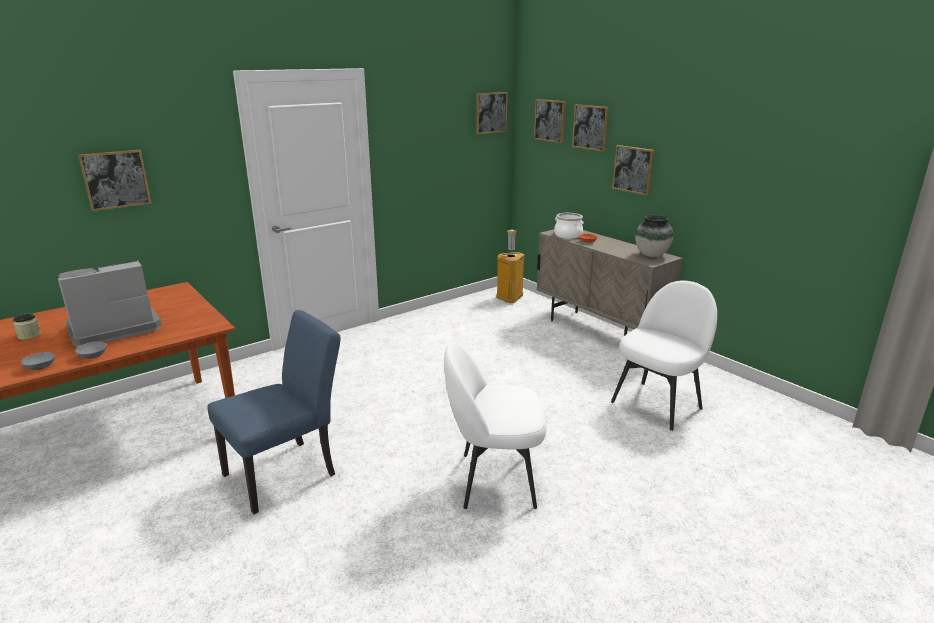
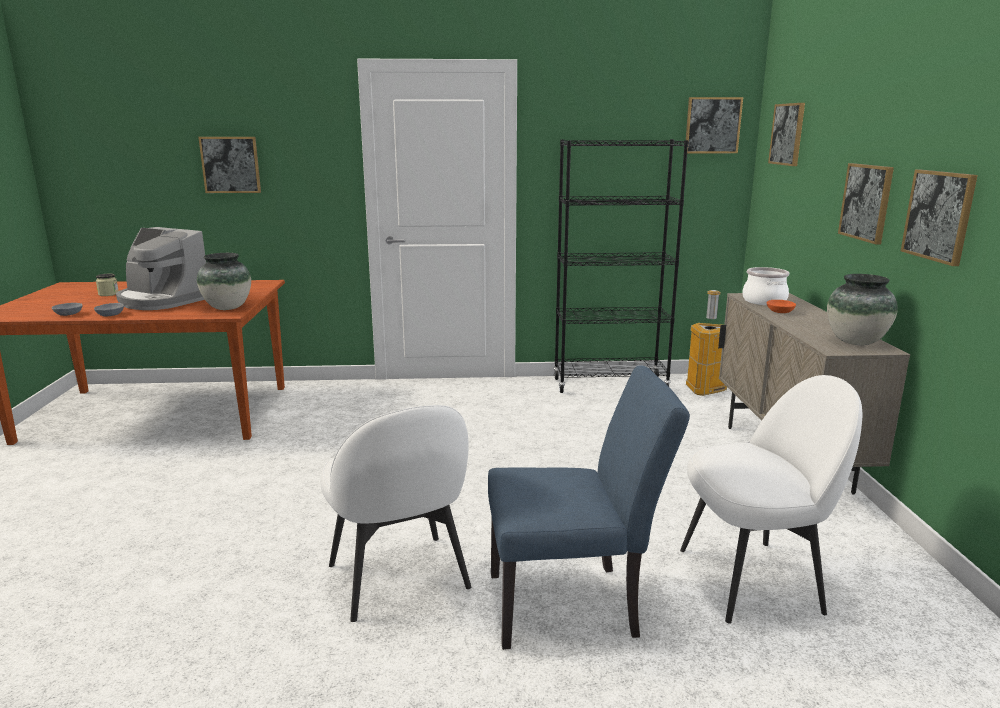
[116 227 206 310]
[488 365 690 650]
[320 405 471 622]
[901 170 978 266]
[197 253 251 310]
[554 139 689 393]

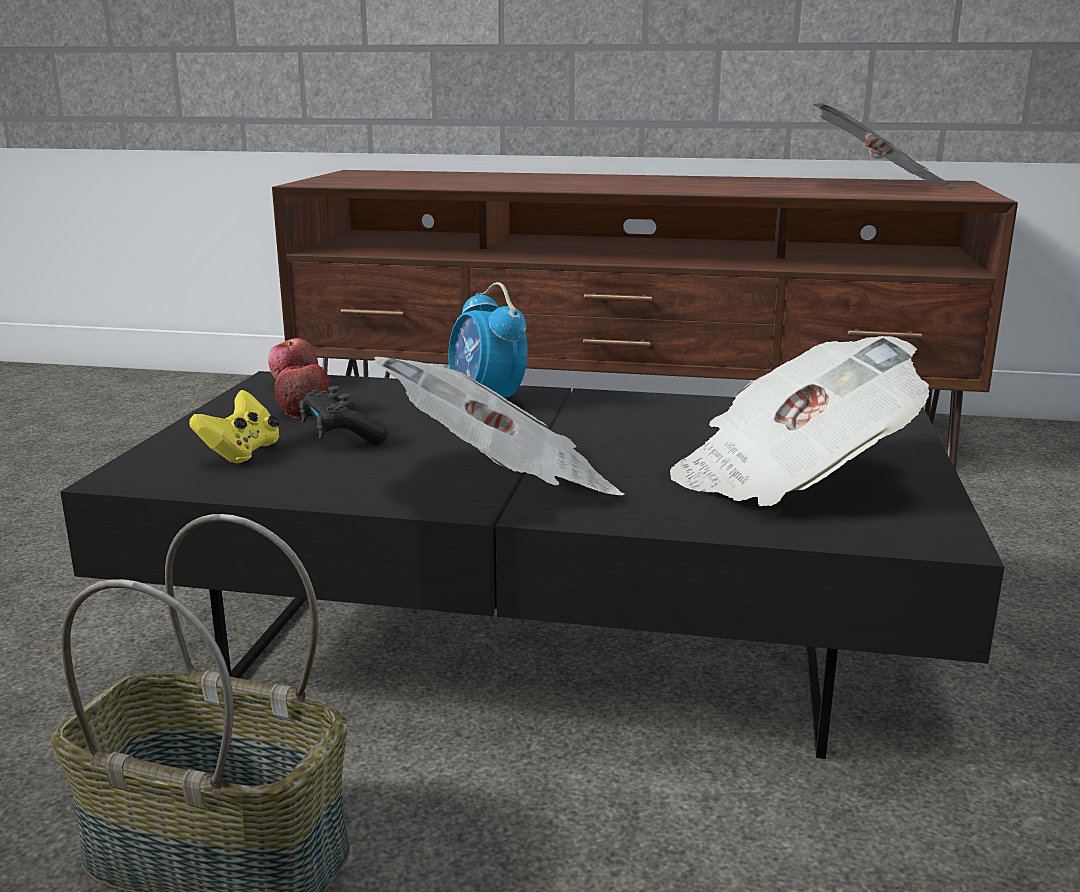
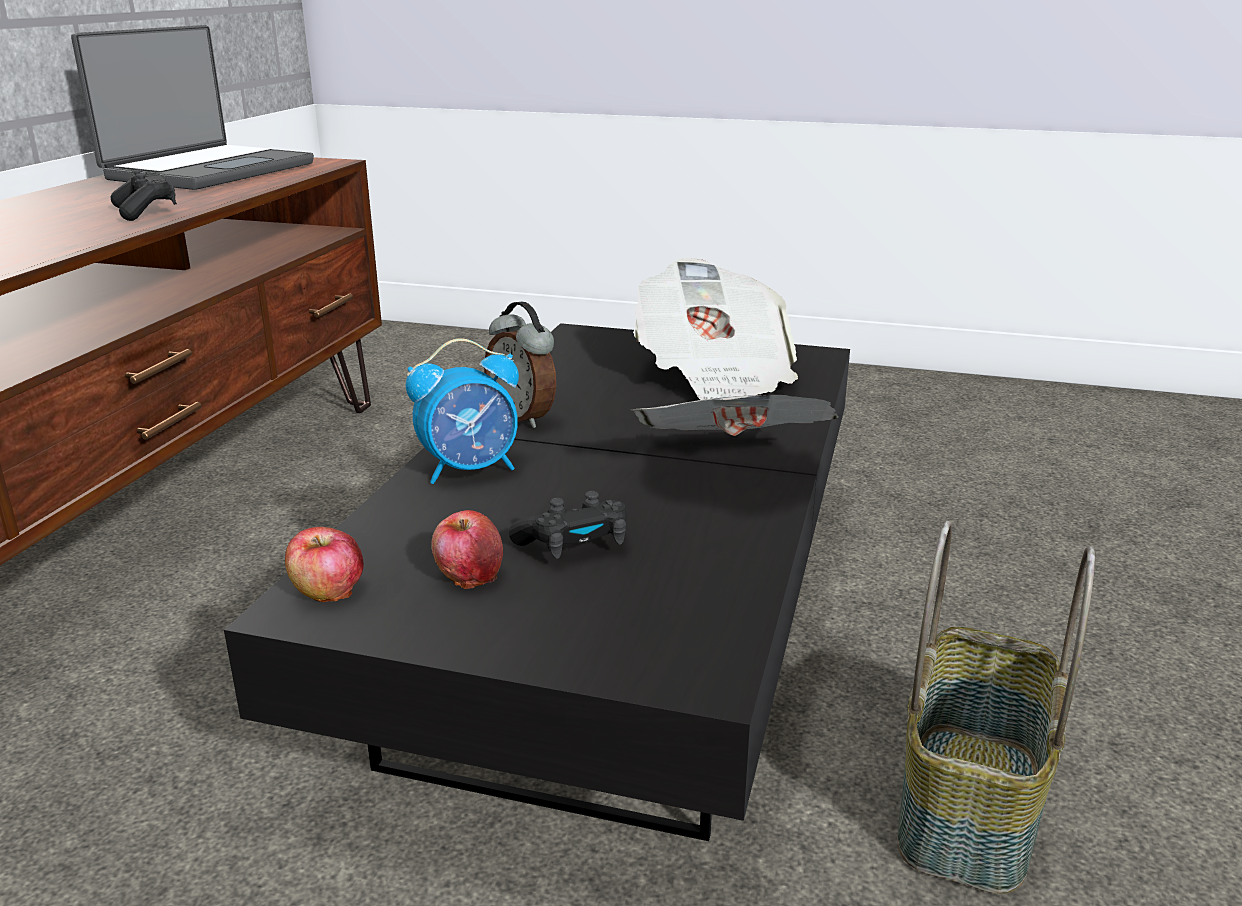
[189 390 279 464] (first image)
[71 25 314 190]
[111 169 177 221]
[484 302 556 428]

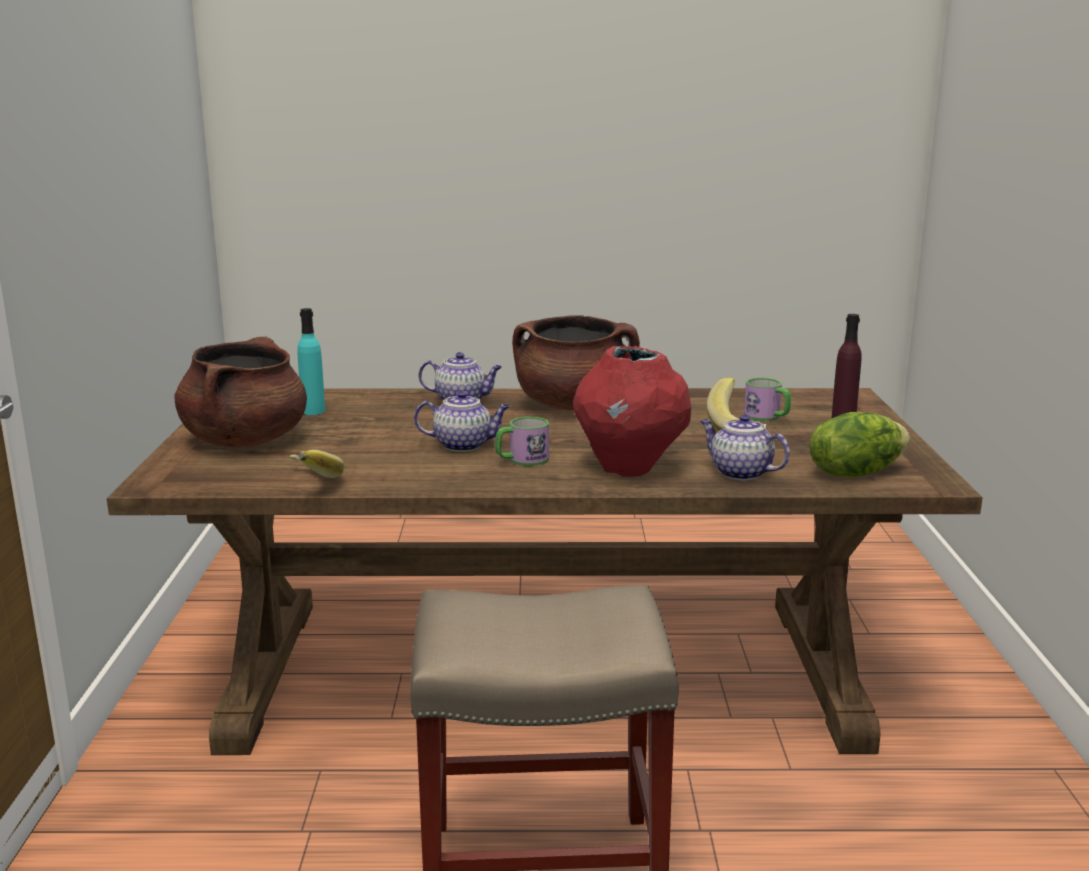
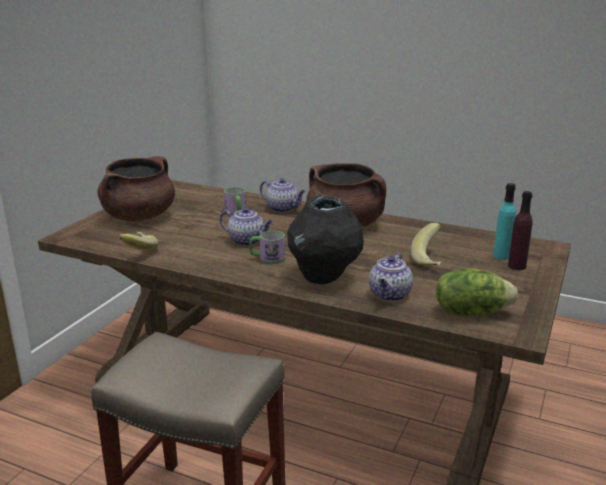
[493 183 516 260]
[287 196 364 284]
[369 253 413 301]
[224 187 246 215]

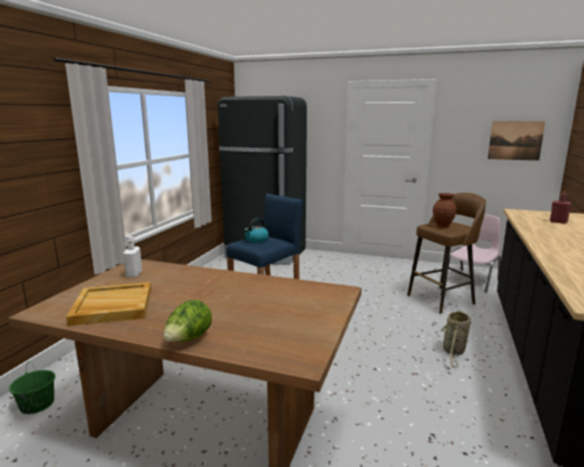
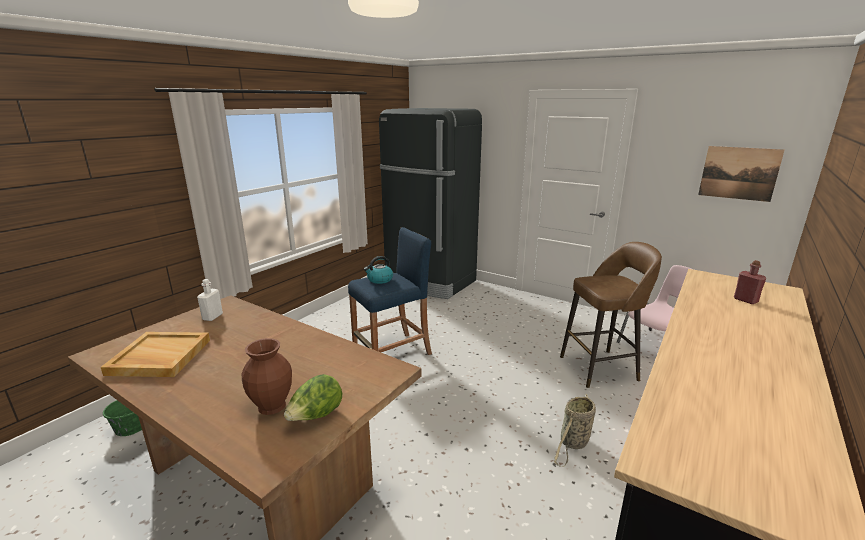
[284 374 342 421]
[242 338 292 415]

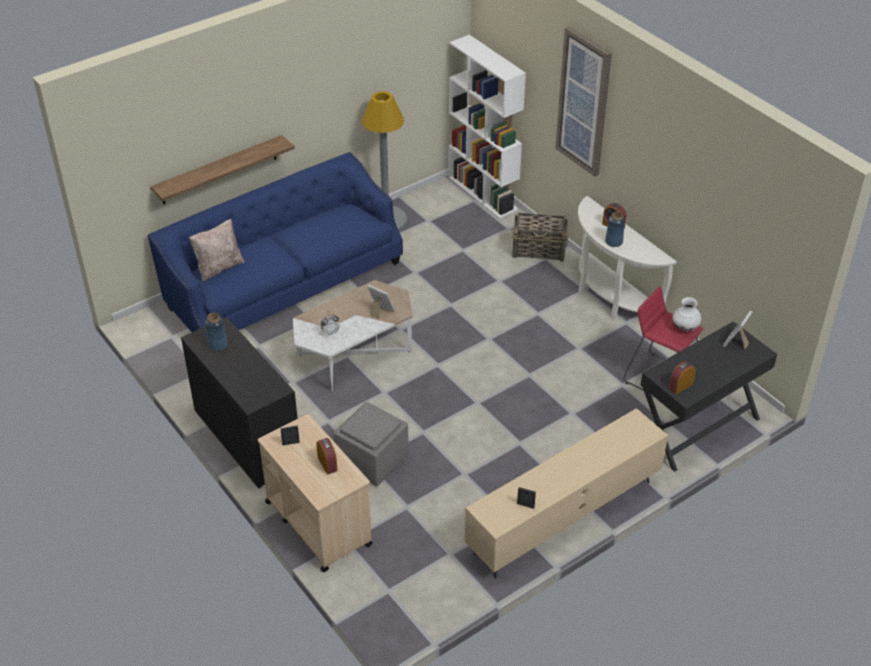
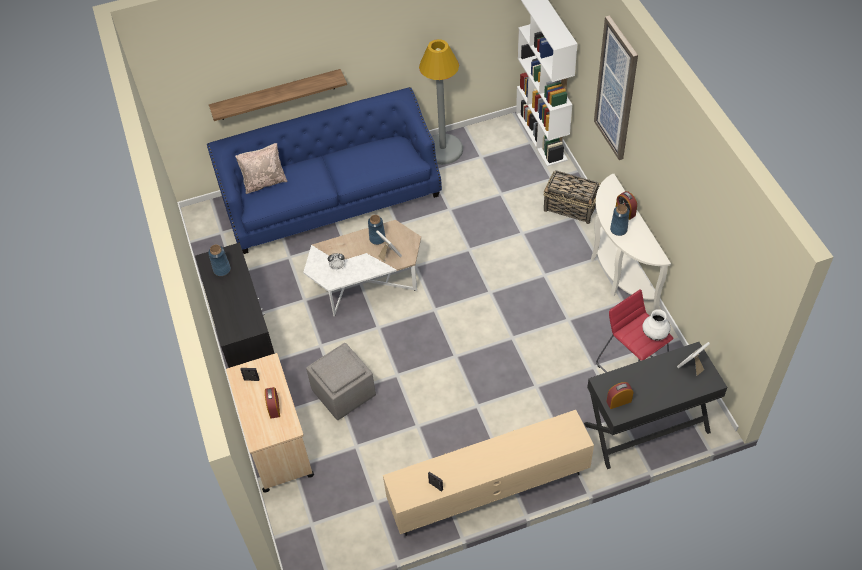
[368 215 386 245]

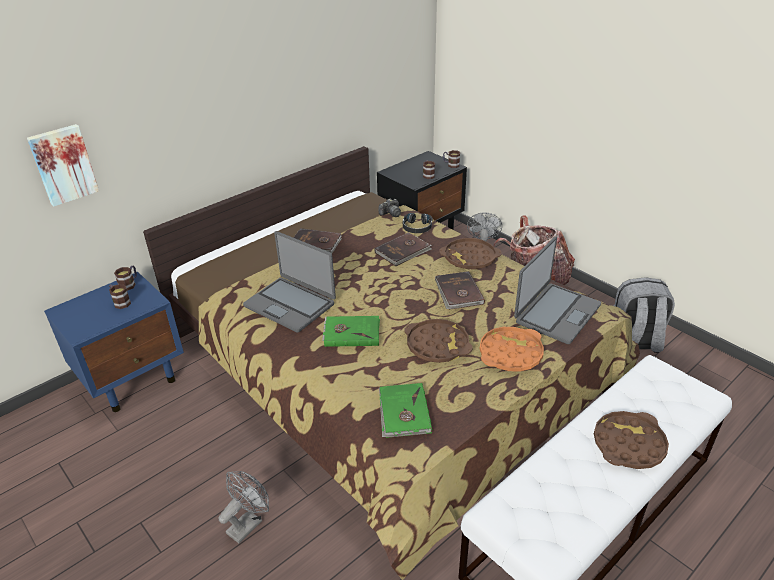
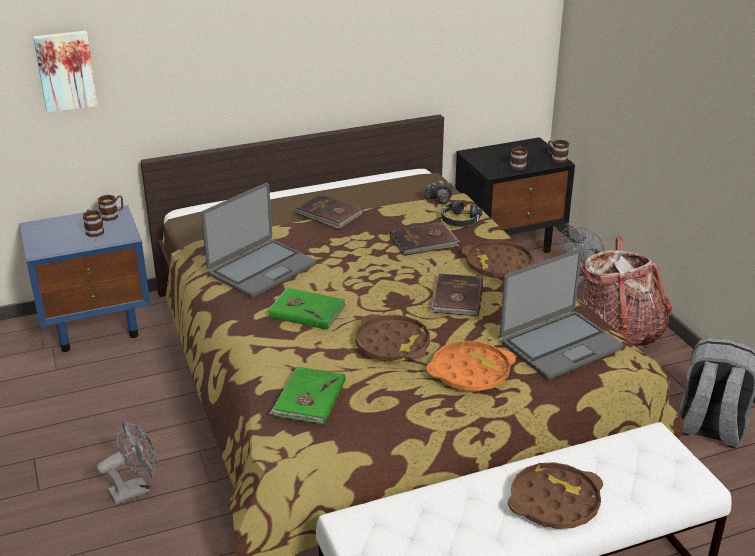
[201 183 316 298]

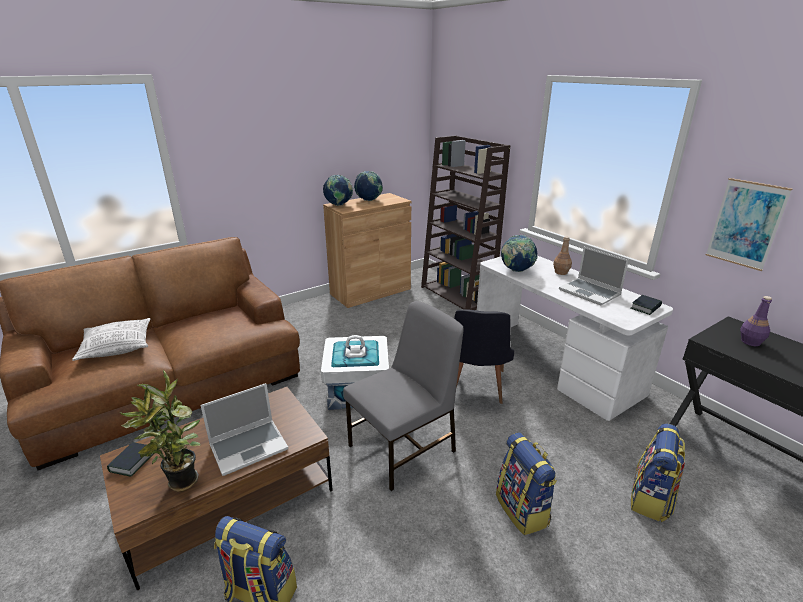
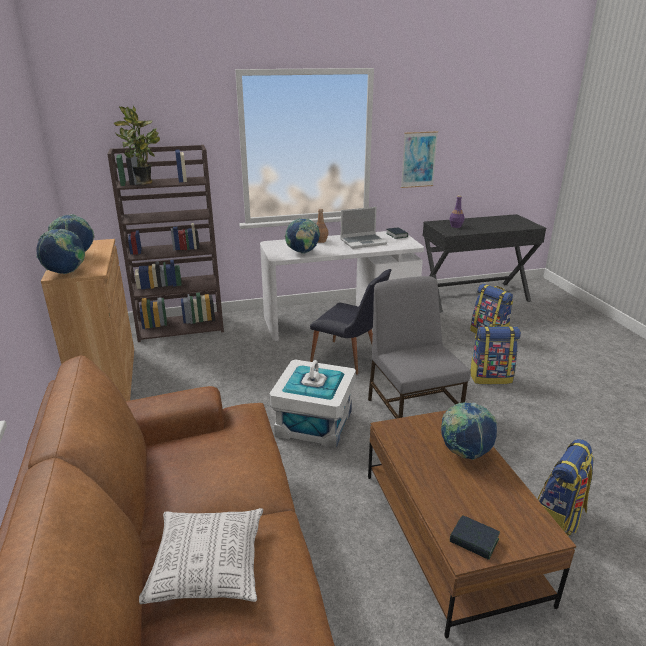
[114 106 160 185]
[441 402 497 460]

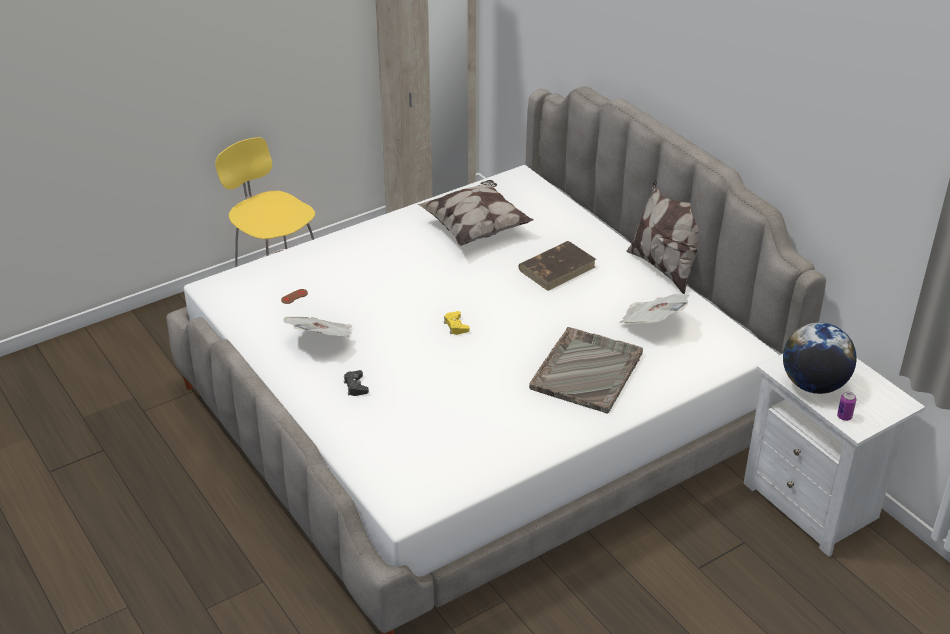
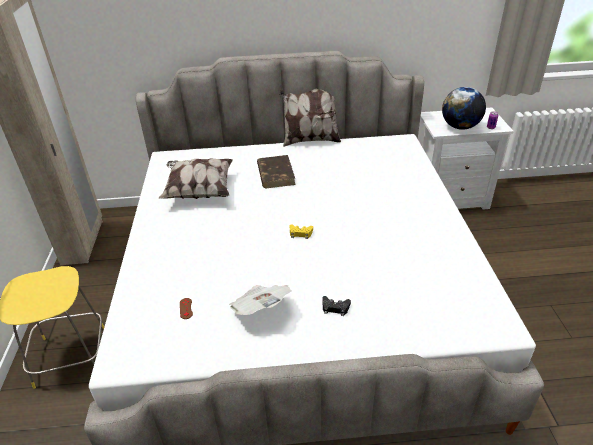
[529 327 643 413] (first image)
[620 294 690 324] (first image)

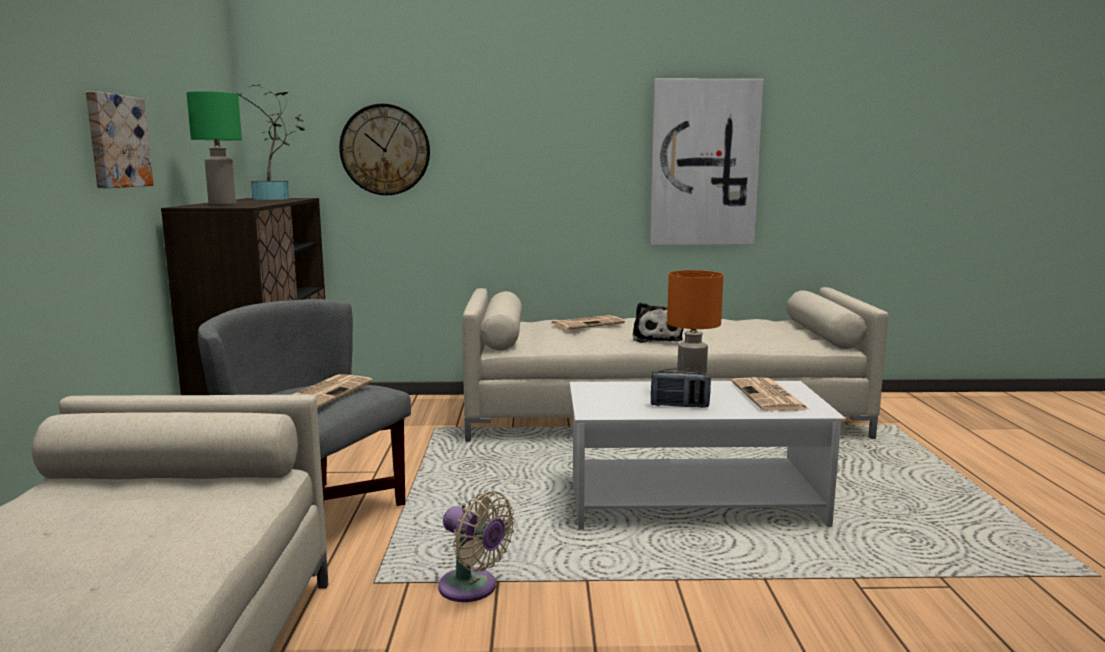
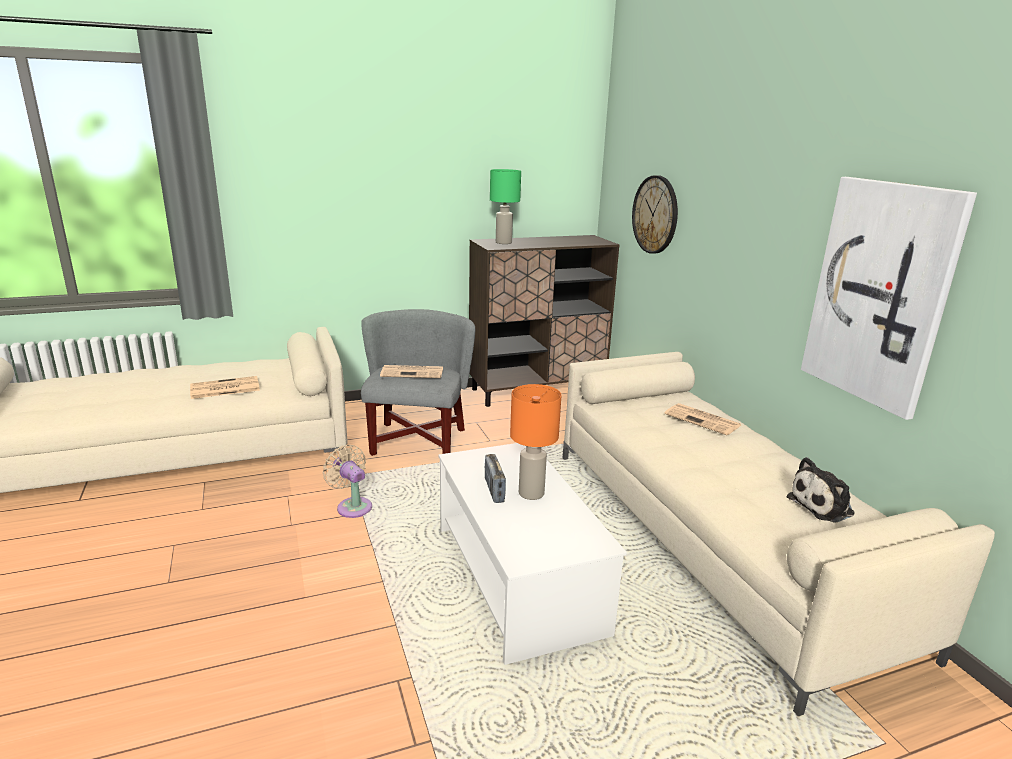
[86 91 153 188] (first image)
[236 84 305 200] (first image)
[323 445 372 518]
[787 457 855 523]
[190 376 260 399]

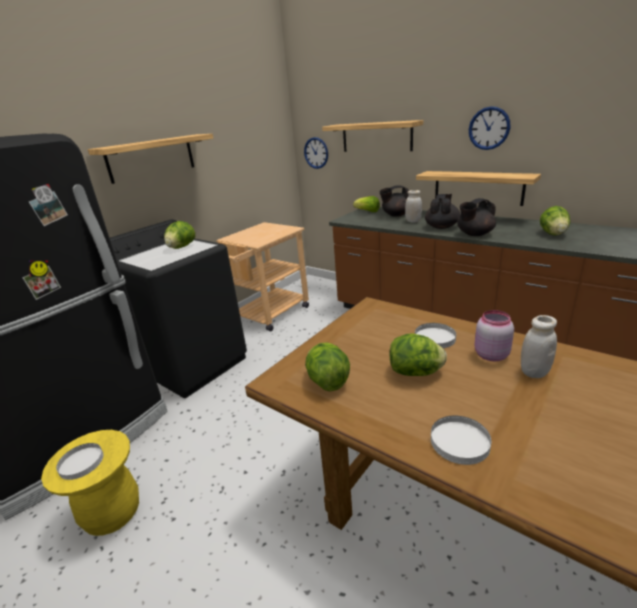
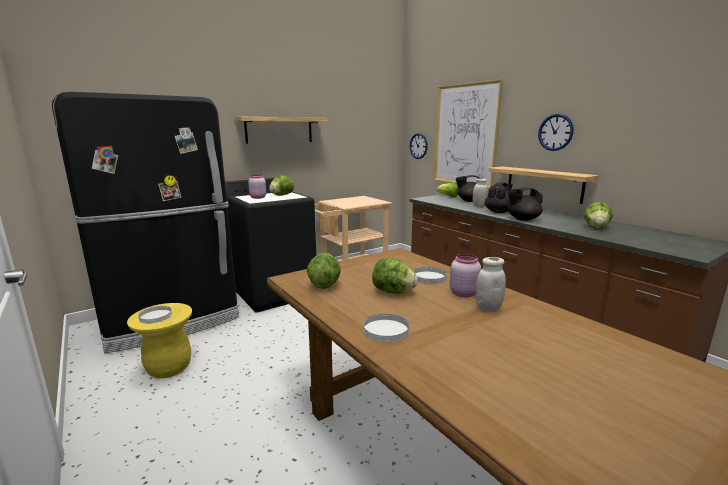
[433 79 503 188]
[248 175 266 199]

